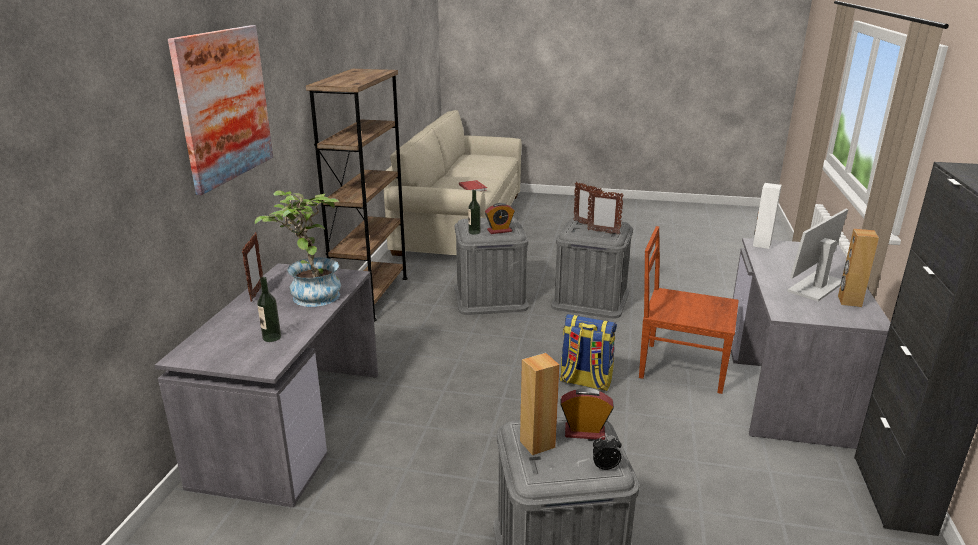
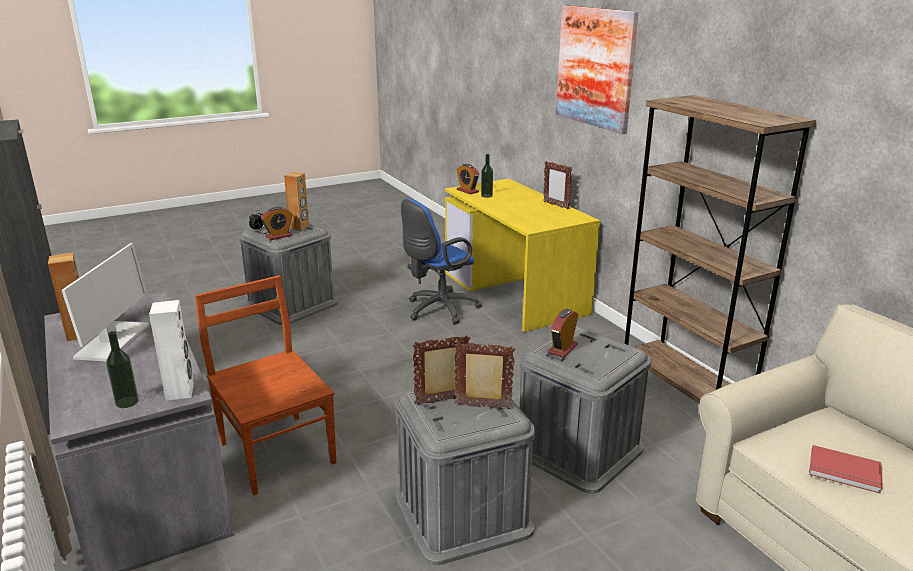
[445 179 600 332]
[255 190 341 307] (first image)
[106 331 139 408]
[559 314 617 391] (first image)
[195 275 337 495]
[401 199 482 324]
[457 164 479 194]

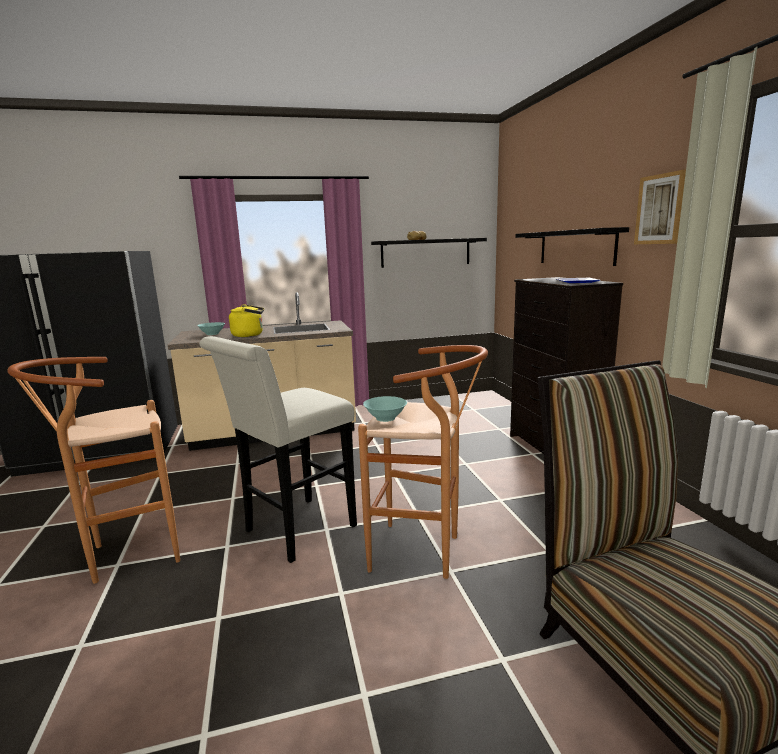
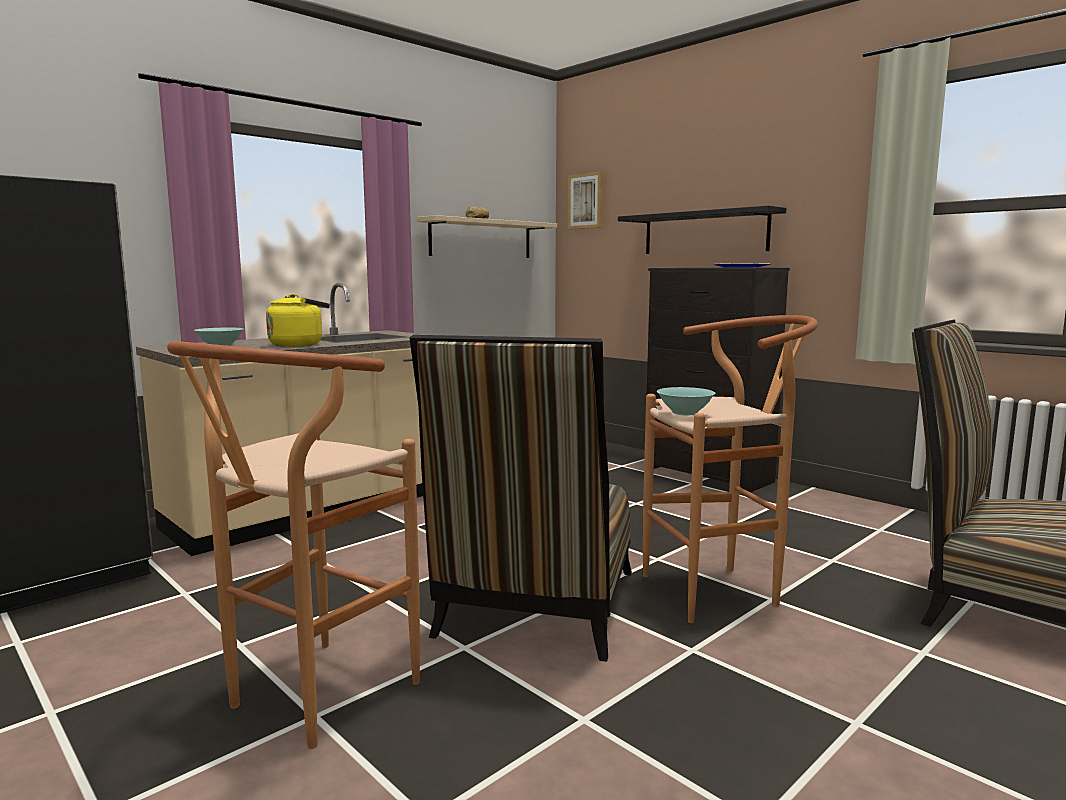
[410 335 632 662]
[416 215 557 258]
[567 171 603 229]

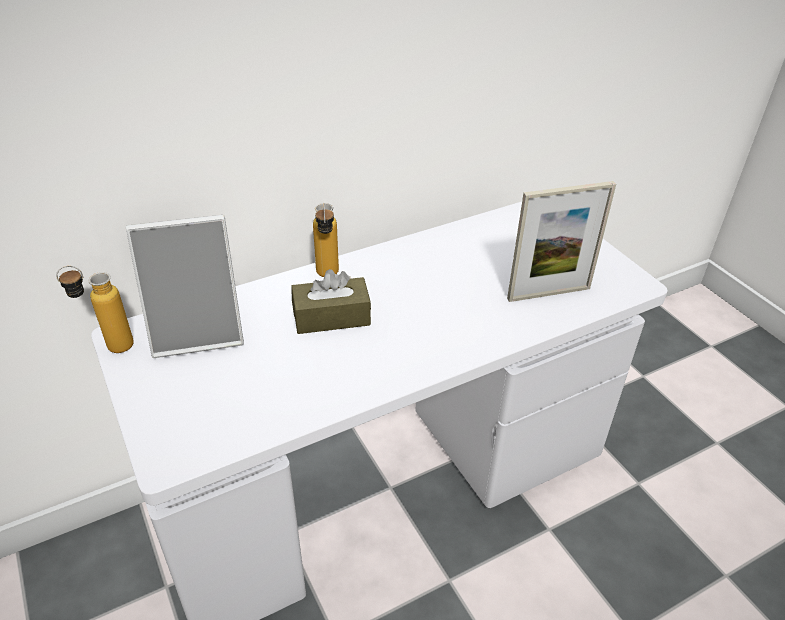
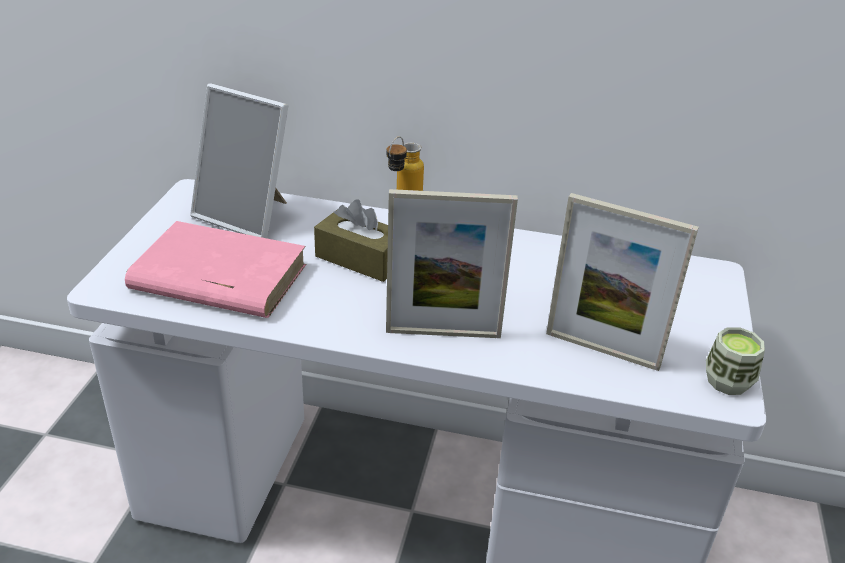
[56 266 134 353] (first image)
[125 221 307 318]
[386 189 518 338]
[706 328 765 395]

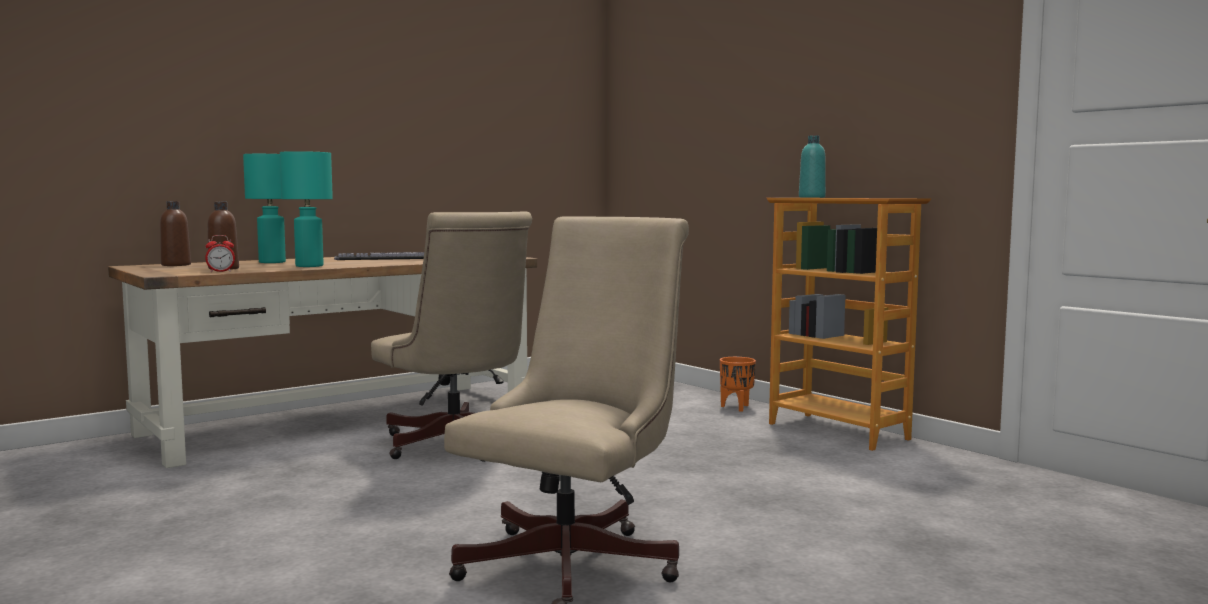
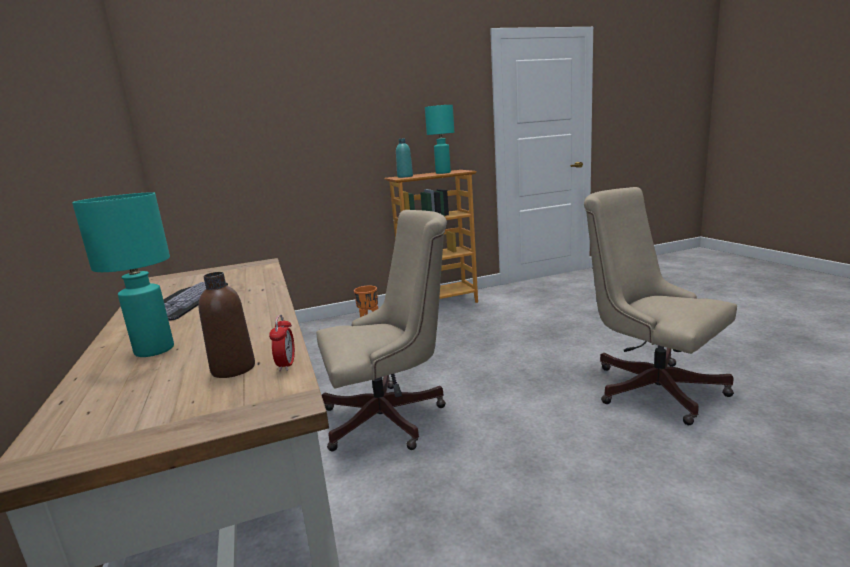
[160 201 191 266] (first image)
[425 105 454 174]

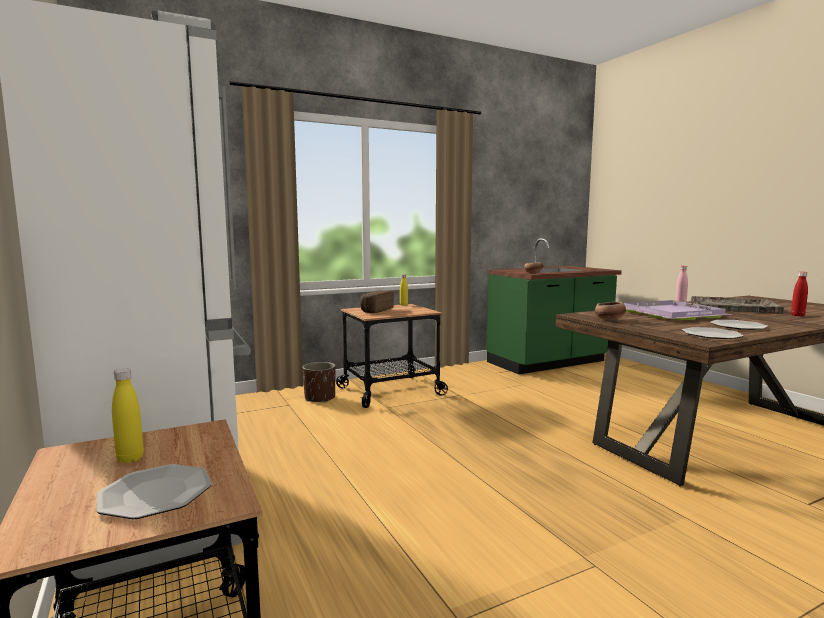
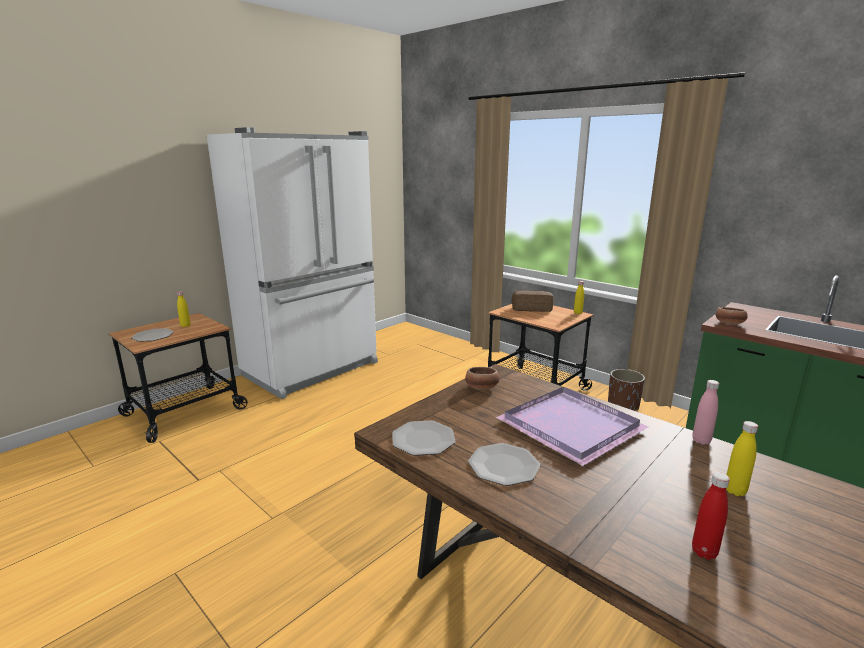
[608 369 645 411]
[726 421 758 496]

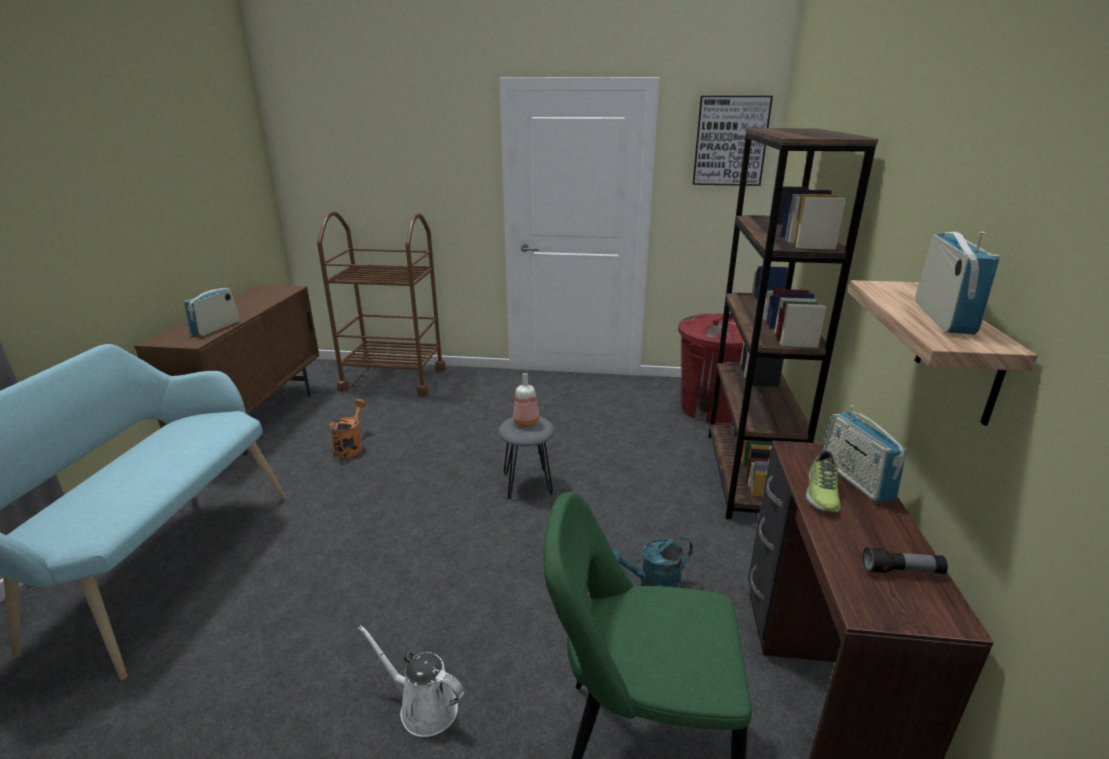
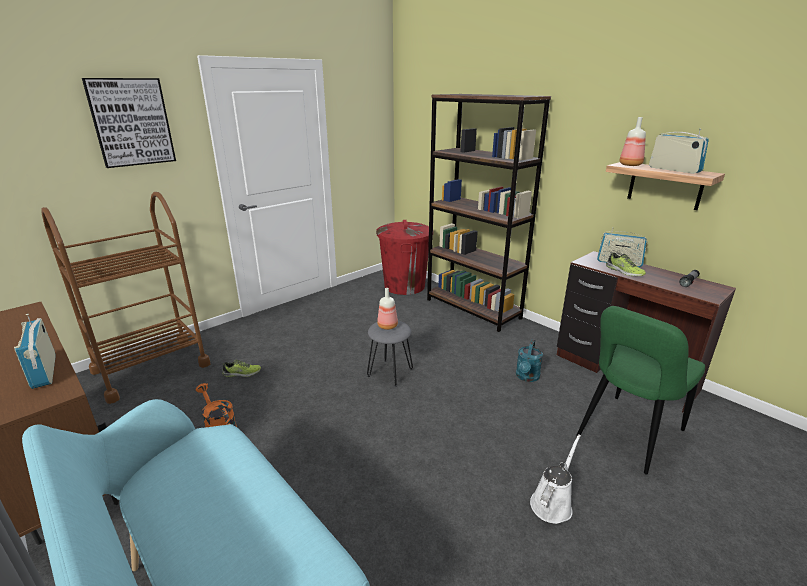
[530 434 581 524]
[82 78 176 168]
[222 360 261 377]
[619 117 646 166]

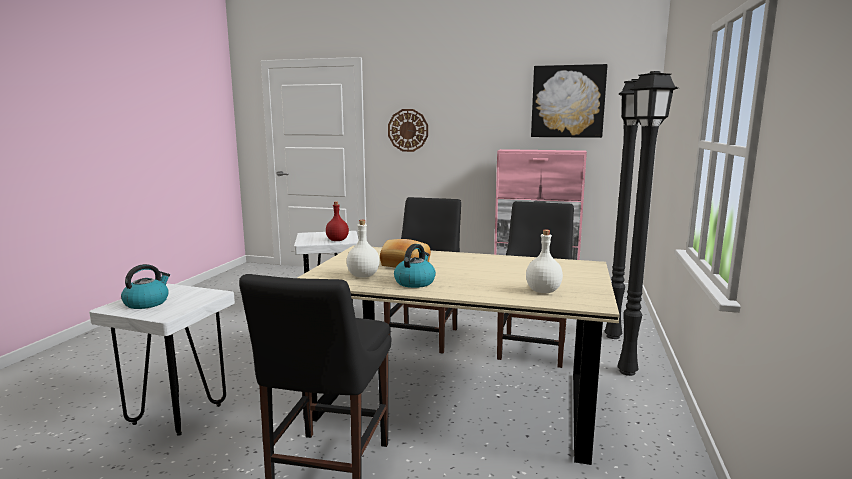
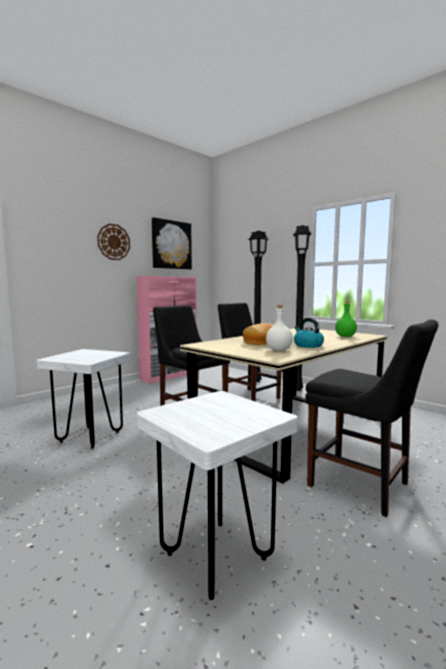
[121 264 170 309] (first image)
[326 201 349 241] (first image)
[97 224 130 260]
[335 301 357 337]

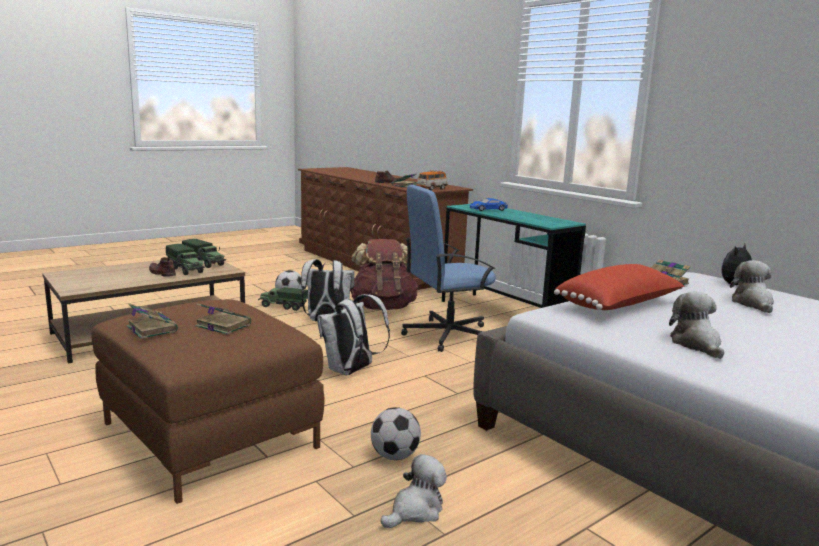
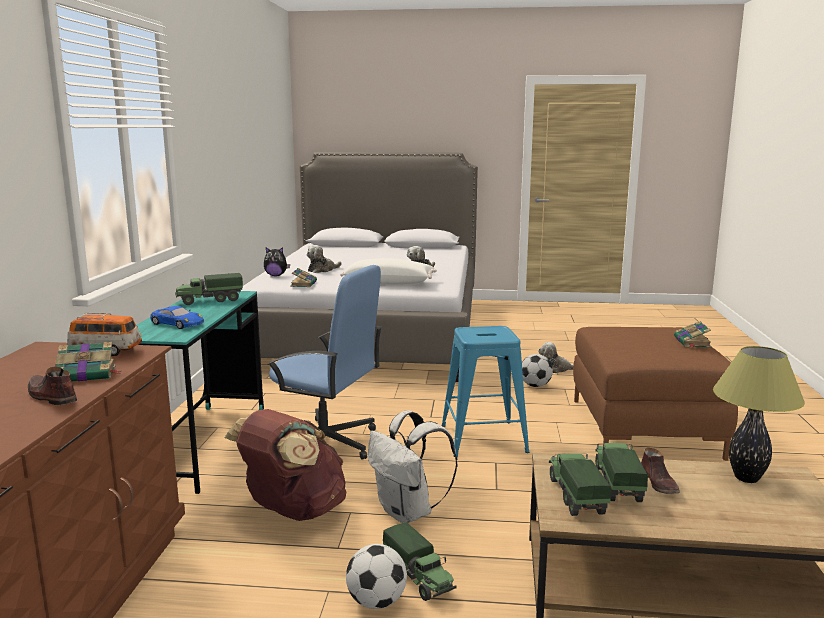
[195 303 251 335] (first image)
[442 326 529 457]
[340 258 437 285]
[175 273 243 305]
[713 346 805 483]

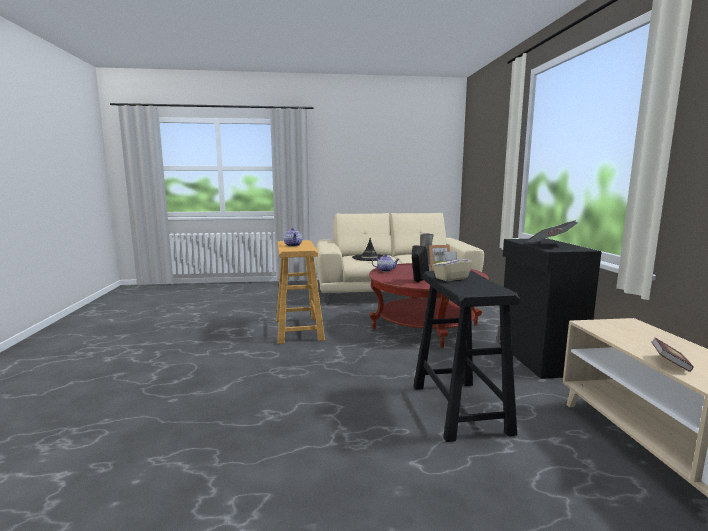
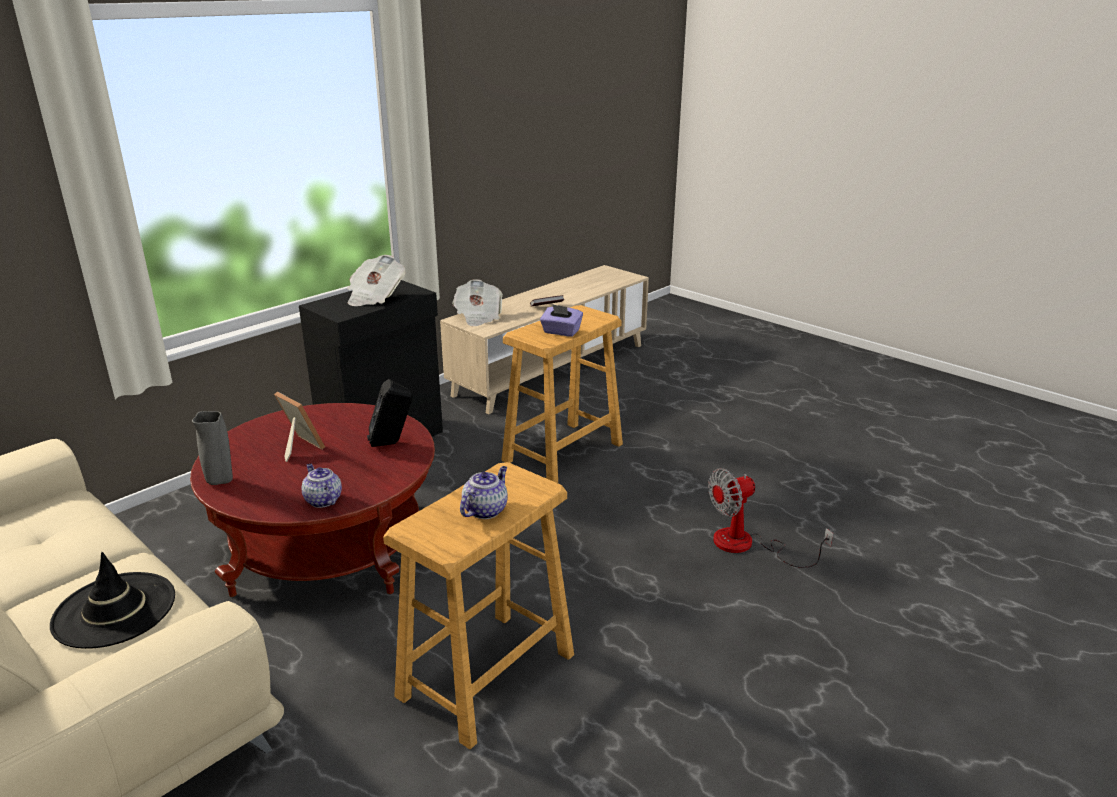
[501 305 623 483]
[540 304 583 337]
[452 279 503 326]
[708 468 833 568]

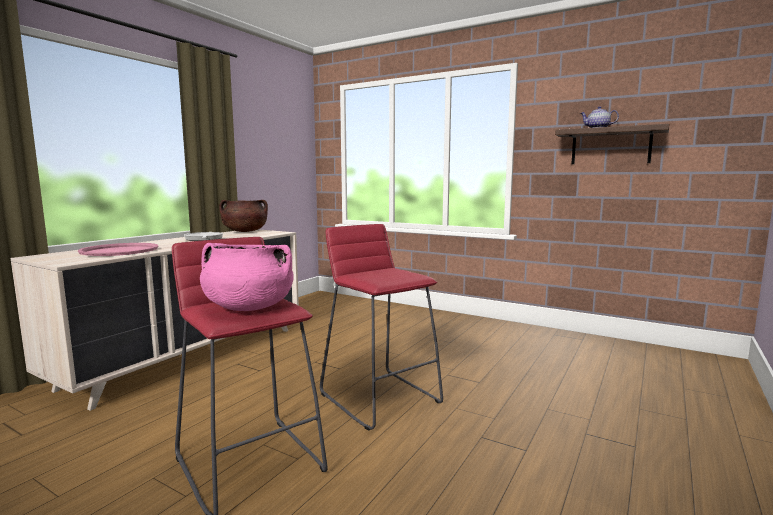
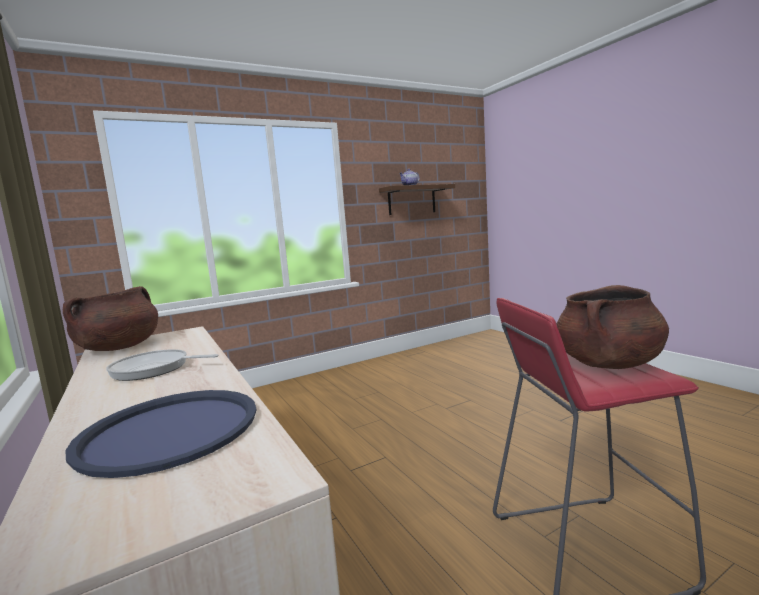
[66 390 257 478]
[557 285 669 369]
[320 224 443 431] (first image)

